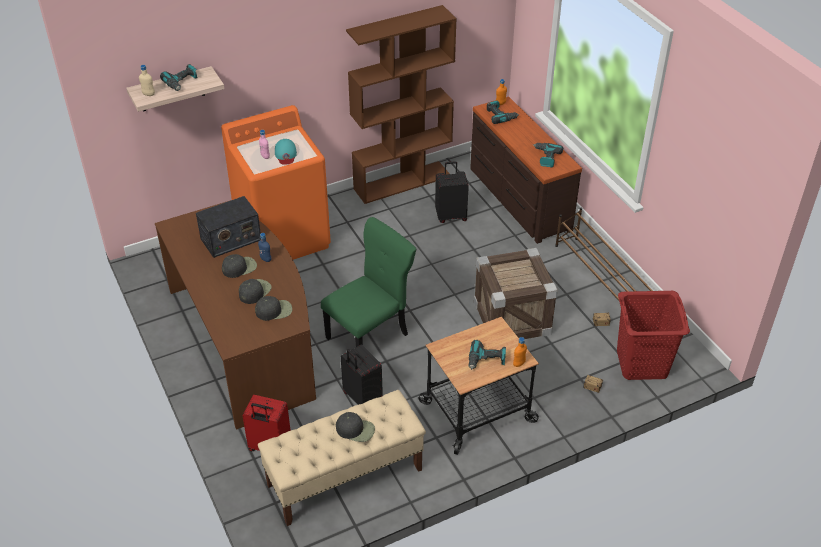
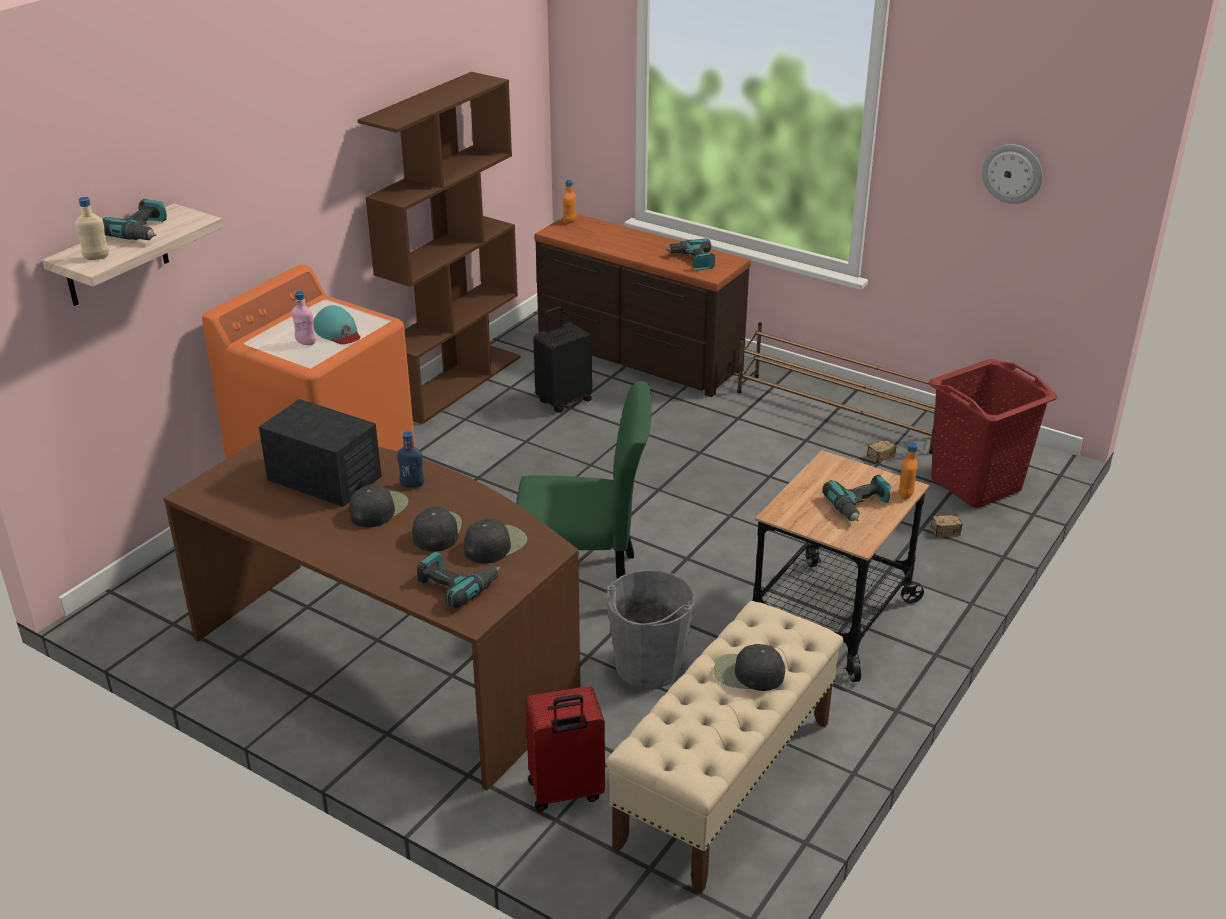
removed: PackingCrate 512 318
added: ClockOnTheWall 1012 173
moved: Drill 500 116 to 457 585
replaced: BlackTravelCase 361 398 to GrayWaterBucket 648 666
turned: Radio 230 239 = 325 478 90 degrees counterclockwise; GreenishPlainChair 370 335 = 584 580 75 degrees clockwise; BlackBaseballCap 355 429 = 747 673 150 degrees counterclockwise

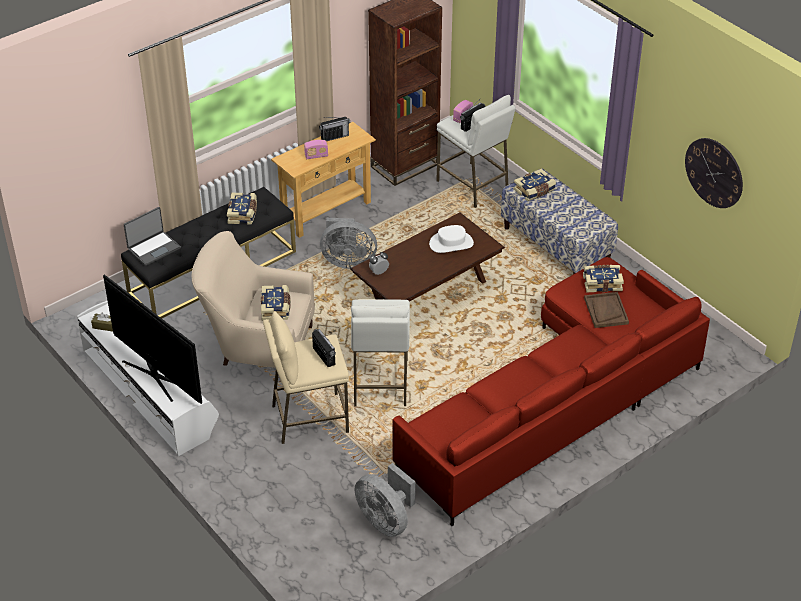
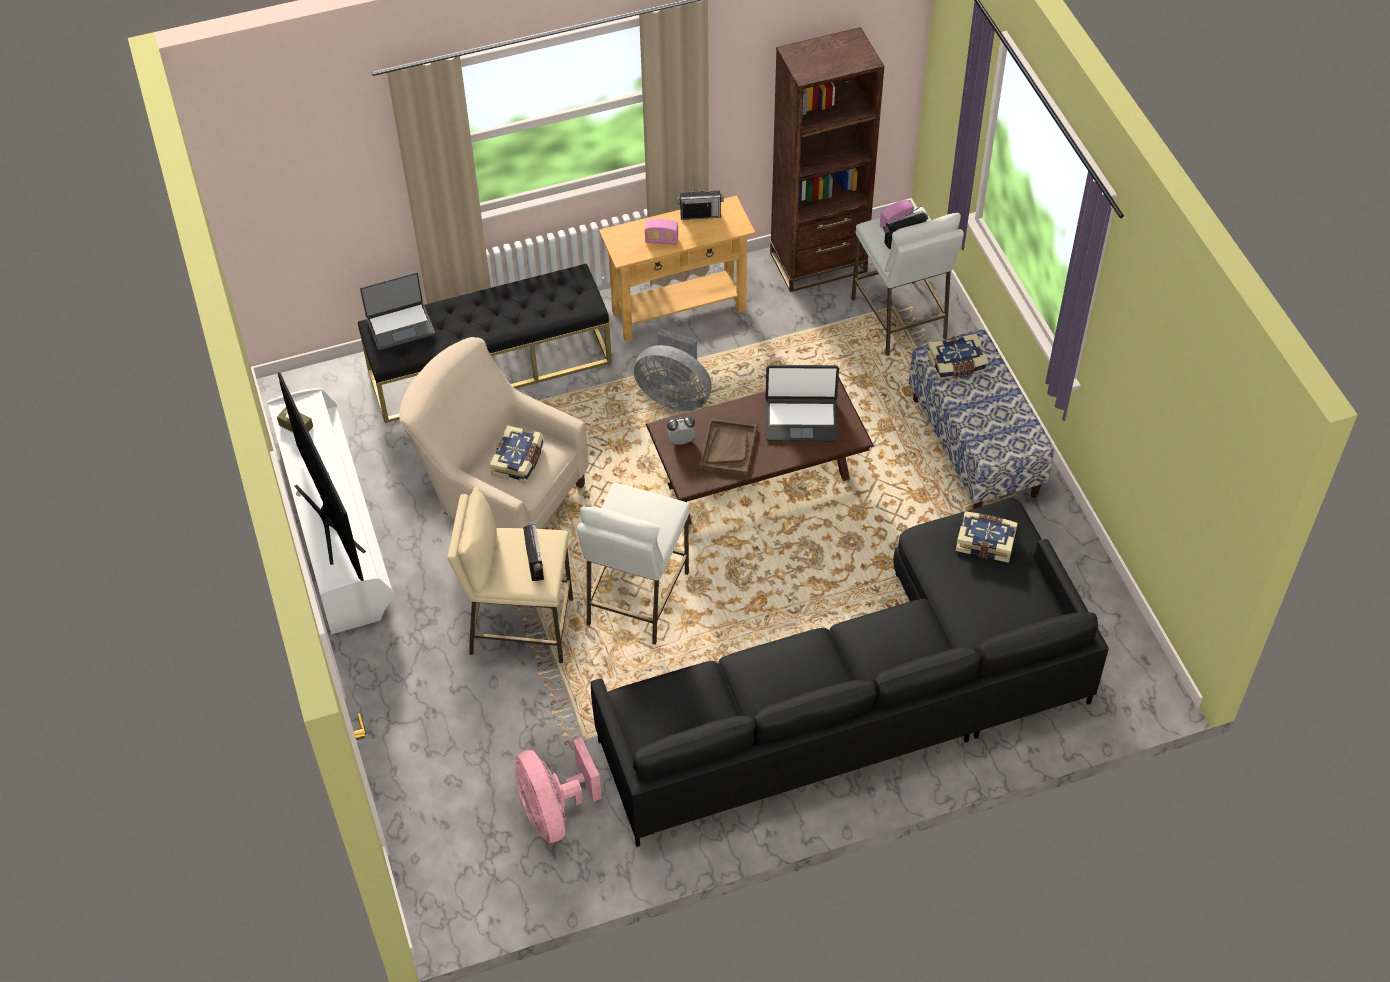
removed: Volume 243 213; ClockOnTheWall 714 172
moved: BrownColouredTray 606 311 to 728 448
replaced: WhiteWearableHat 451 243 to Laptop 801 420
recoloured: GrayElectricFan 386 520 to PinkishElectricFan 554 811; RedColouredCouch 557 402 to BlackCouch 864 698

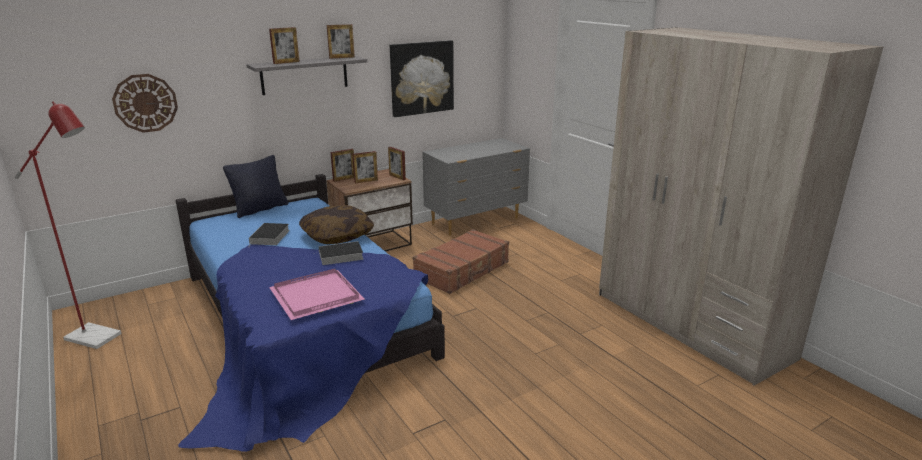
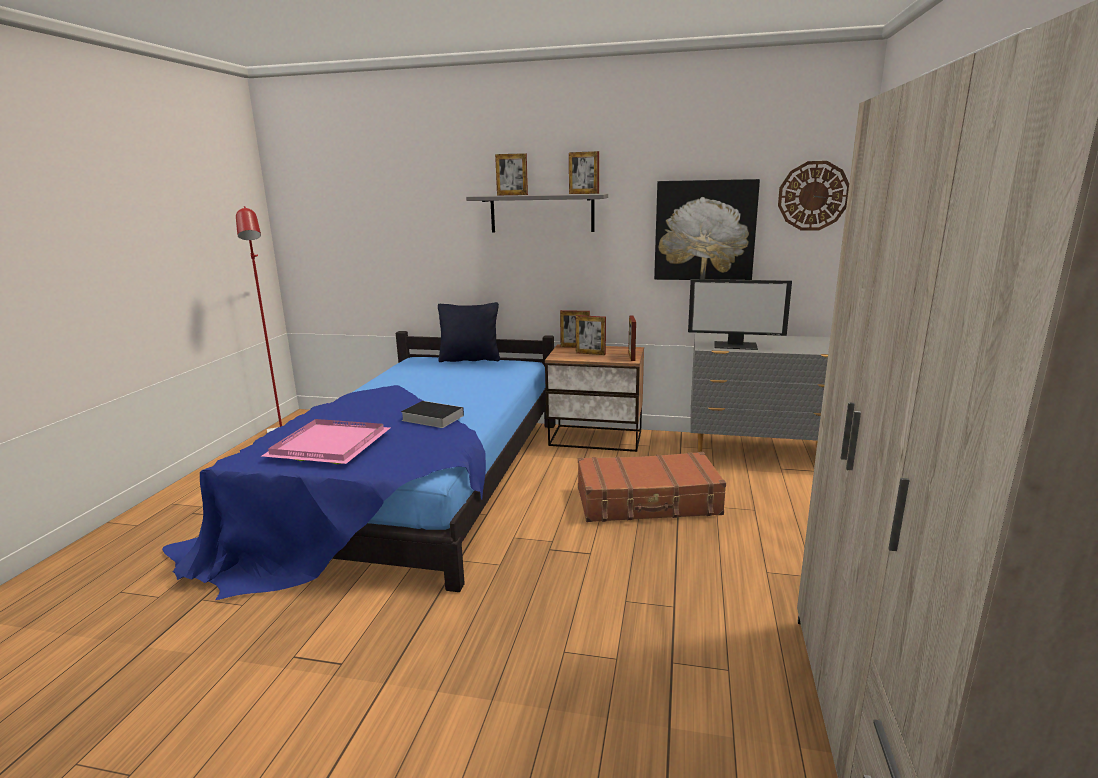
removed: Volume 270 237; Cushion 337 235
added: Monitor 736 345
moved: ClockOnTheWall 145 103 to 813 196

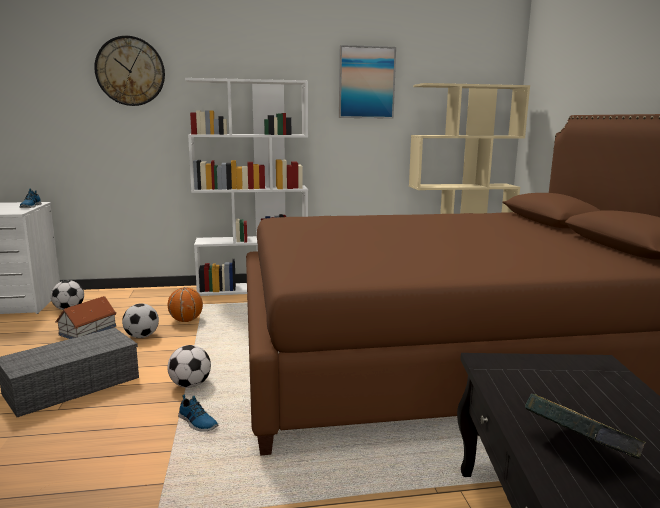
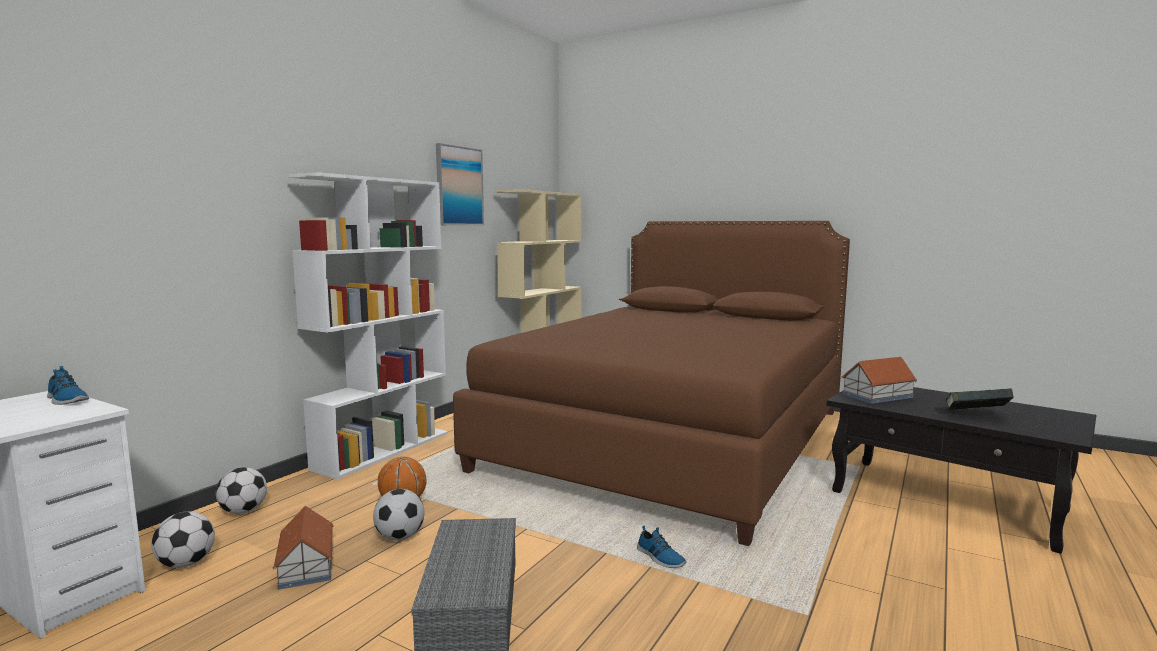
removed: ClockOnTheWall 130 71
added: ToyHouse 878 396
moved: Football 190 385 to 243 511
turned: ItemOfFootwear 197 422 = 660 558 60 degrees clockwise

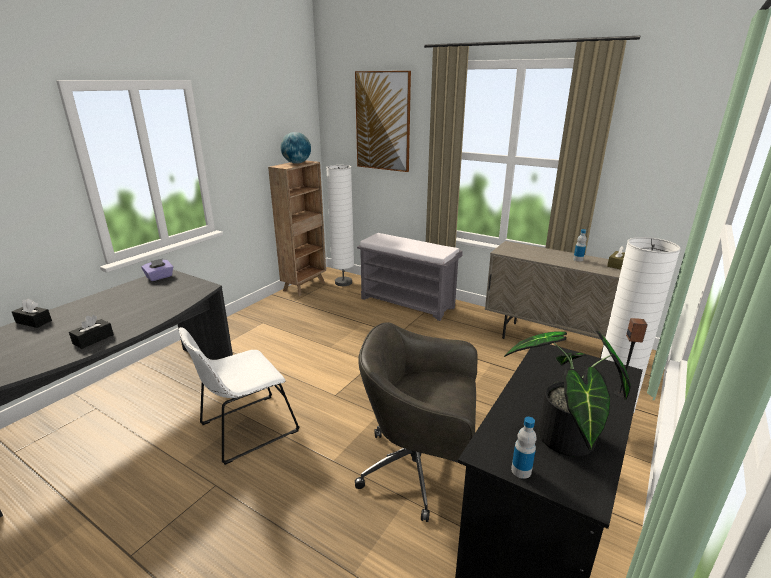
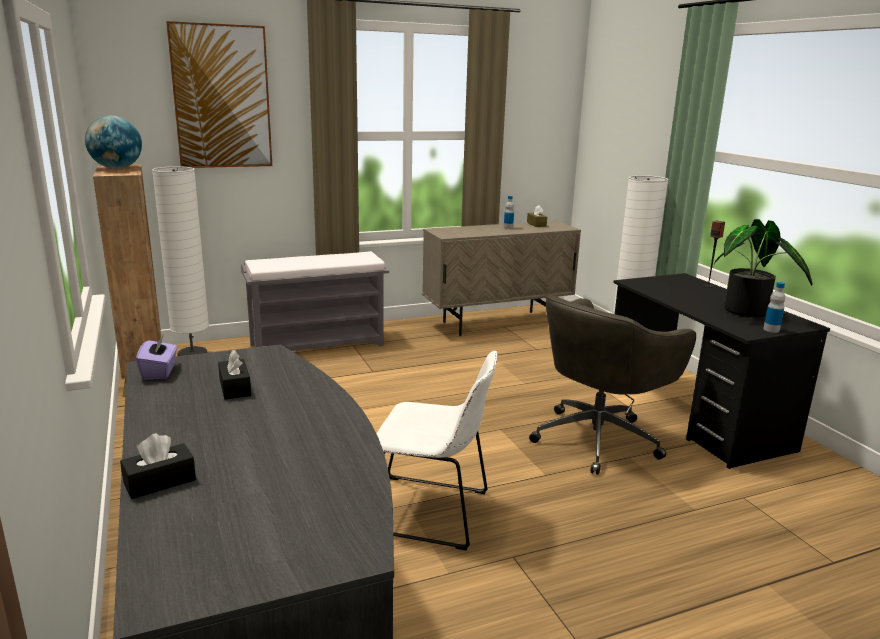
moved: BlackTissueHolder 93 339 to 235 388
turned: WhitePlainChair 245 429 = 431 512 75 degrees counterclockwise

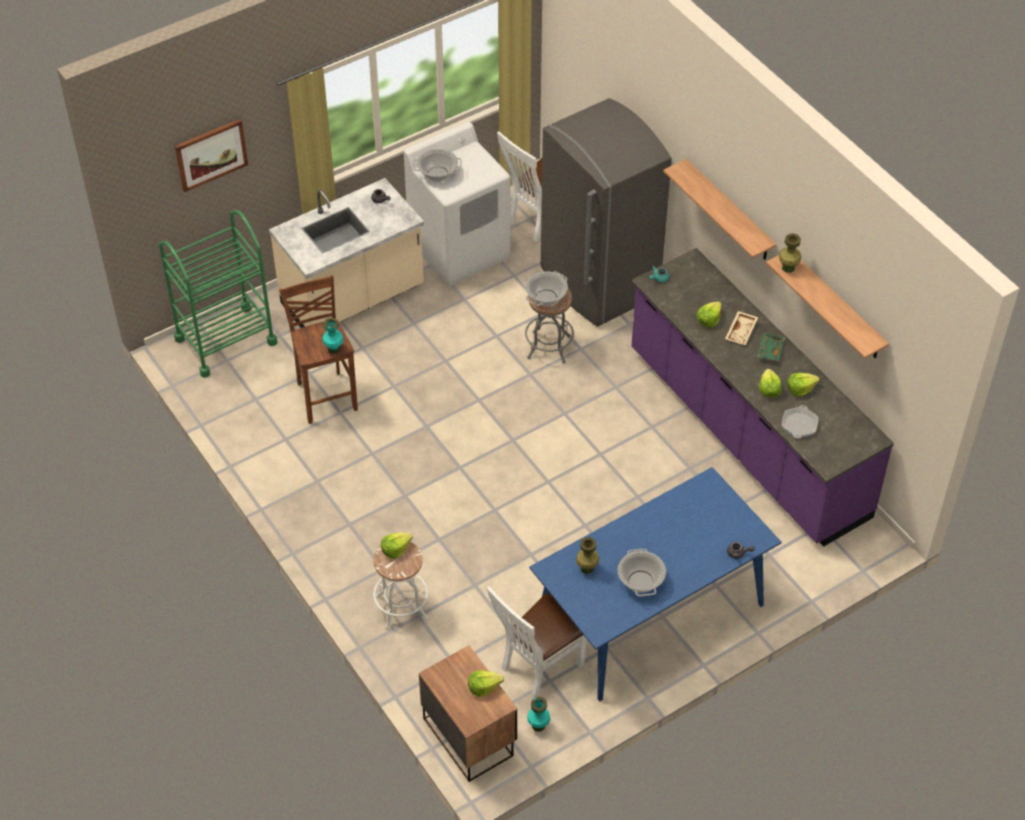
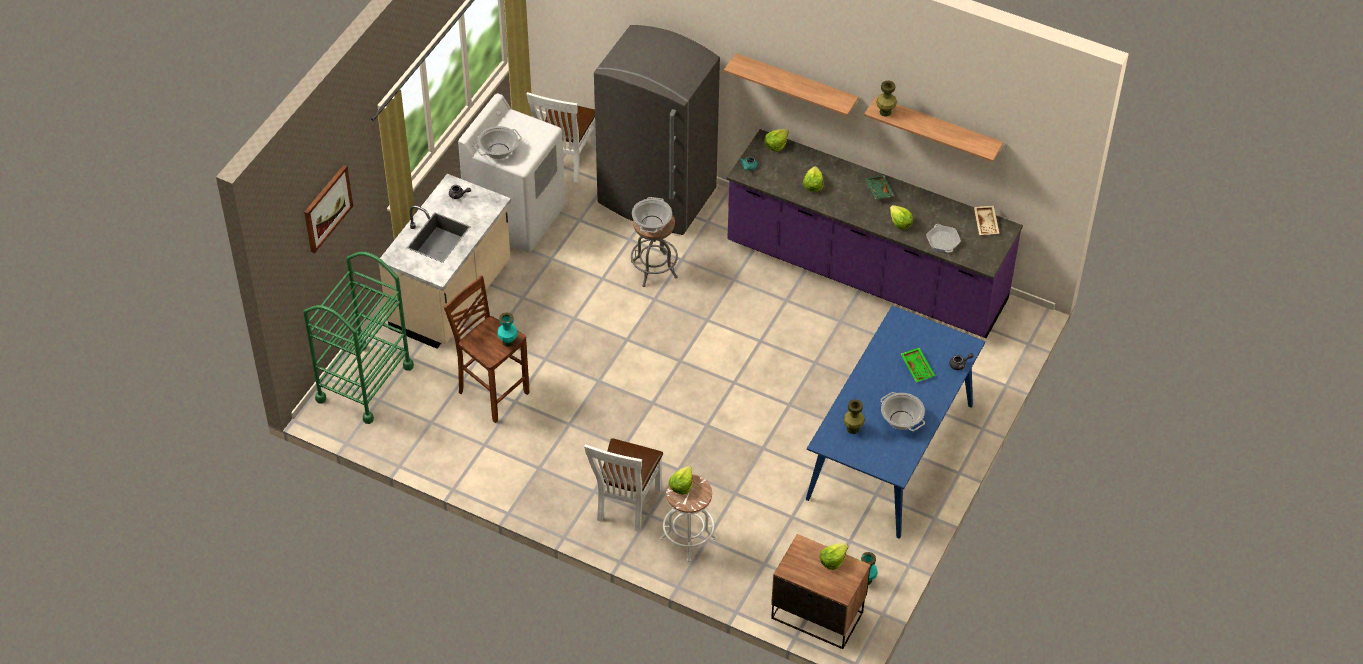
added: GreenishTray 917 368
moved: WhitePlainChair 537 667 to 626 506; BeigeTray 741 332 to 986 223; HeadOfLettuce 800 389 to 776 144

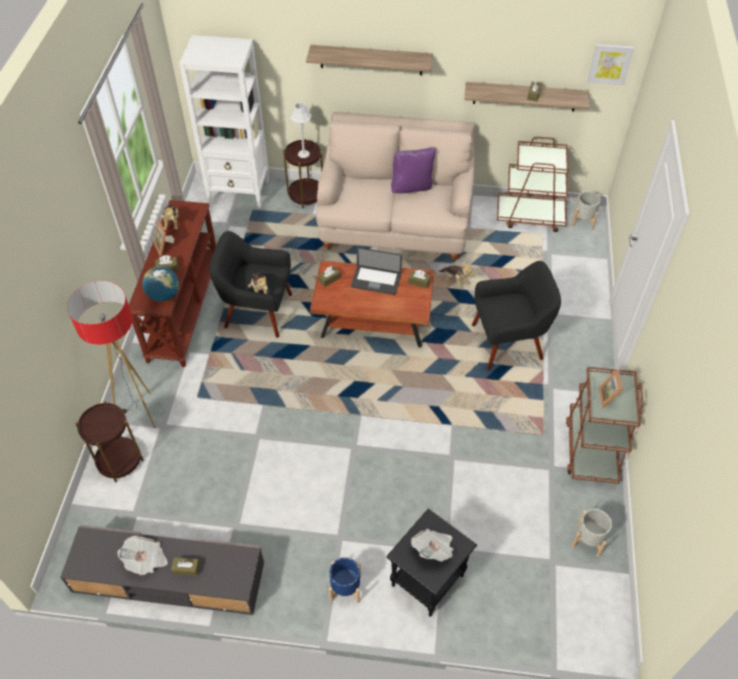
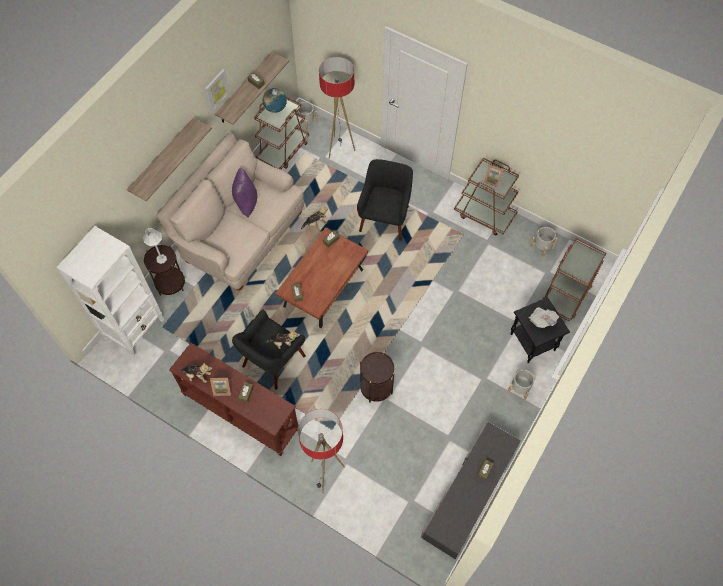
removed: PrintedPaper 146 560; Laptop 376 281
added: FloorLamp 339 148; BrownColouredCart 566 295
moved: BrownColouredAccentTable 119 461 to 376 387; Globe 164 295 to 275 108; WallArt 610 64 to 216 90
recoloured: BlueFlowerPot 345 588 to GrayFlowerPot 519 389

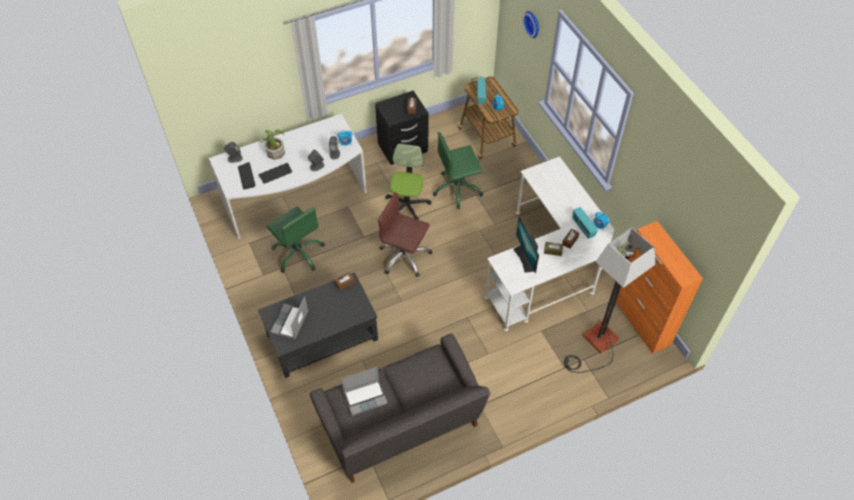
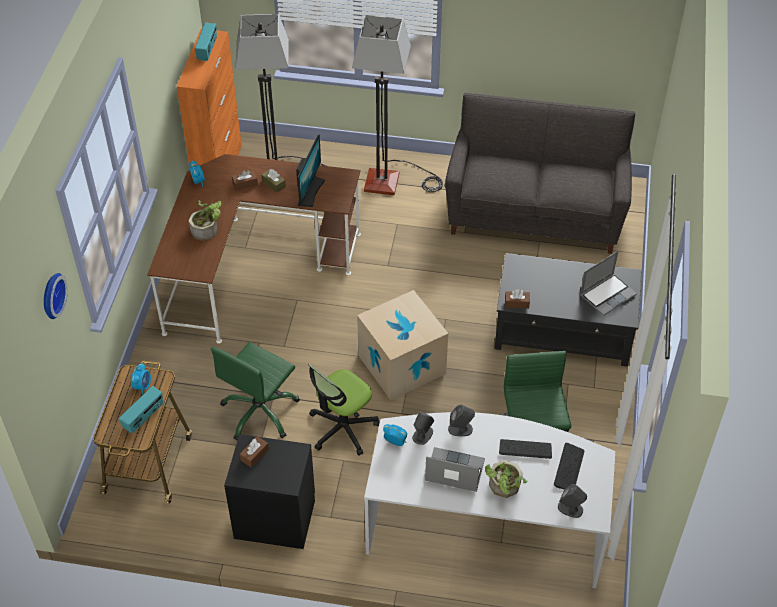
added: Houseplant 207 229; FloorLamp 393 181
moved: Laptop 365 397 to 453 471; Radio 583 228 to 207 50
replaced: BrownColouredComputerChair 404 257 to CardboardBox 402 364
recoloured: WhiteDeskUnit 548 266 to BrownColouredDeskUnit 250 266
turned: GreenishComputerChair 457 189 = 260 412 105 degrees clockwise

